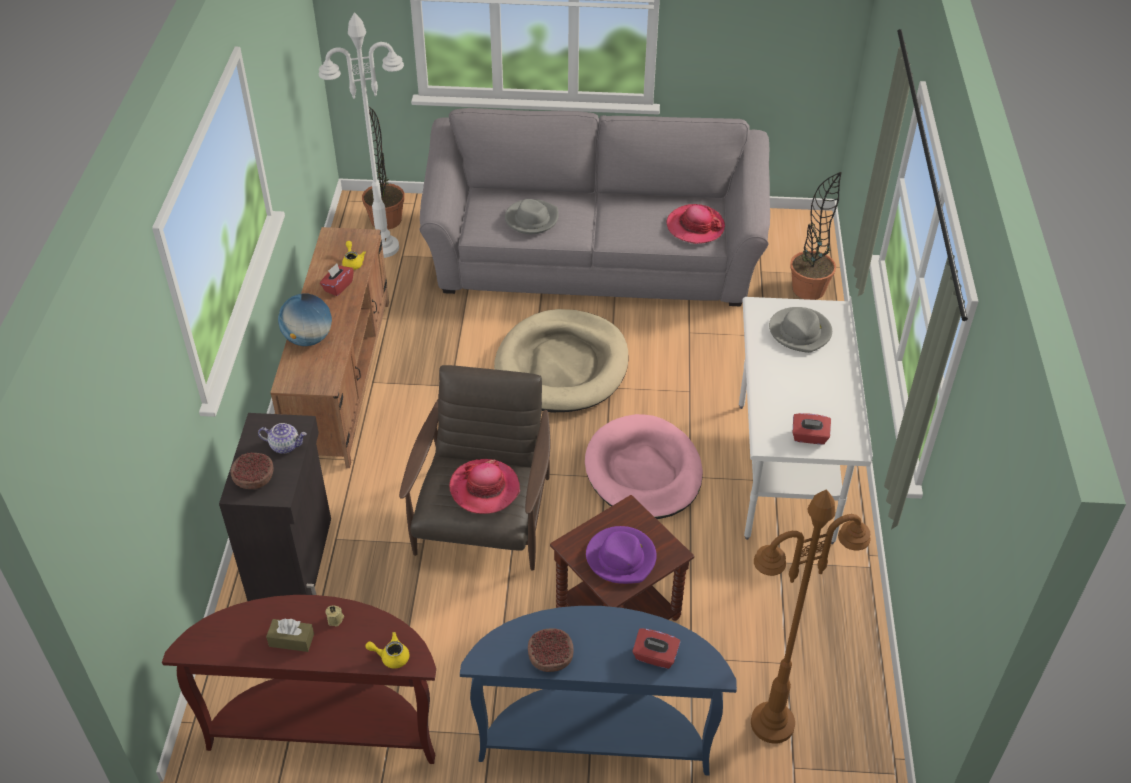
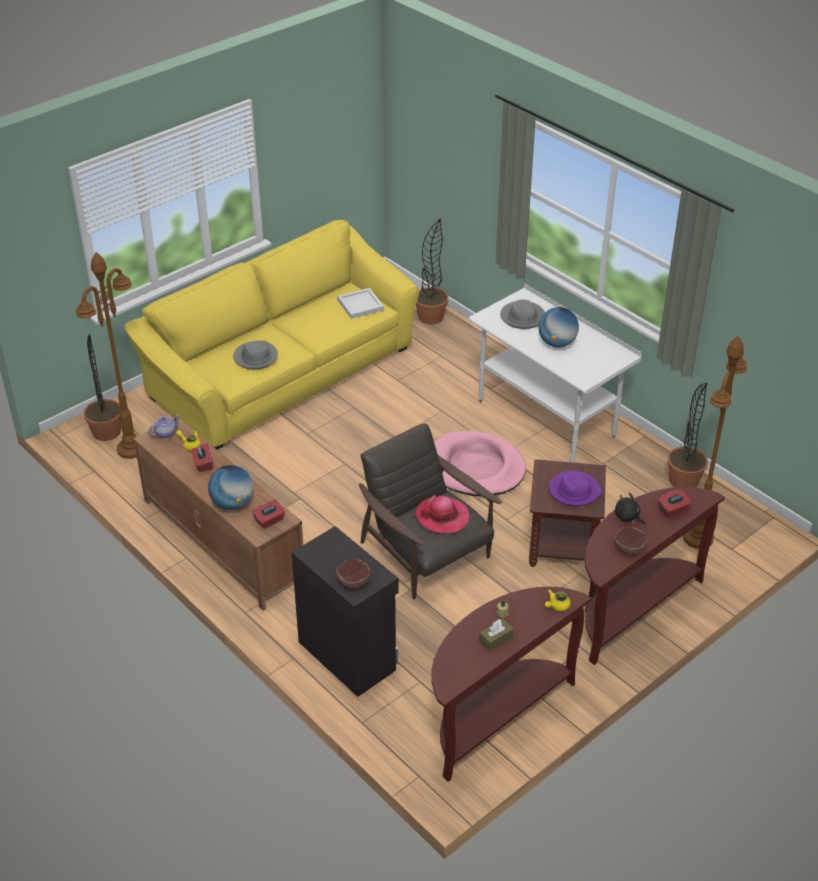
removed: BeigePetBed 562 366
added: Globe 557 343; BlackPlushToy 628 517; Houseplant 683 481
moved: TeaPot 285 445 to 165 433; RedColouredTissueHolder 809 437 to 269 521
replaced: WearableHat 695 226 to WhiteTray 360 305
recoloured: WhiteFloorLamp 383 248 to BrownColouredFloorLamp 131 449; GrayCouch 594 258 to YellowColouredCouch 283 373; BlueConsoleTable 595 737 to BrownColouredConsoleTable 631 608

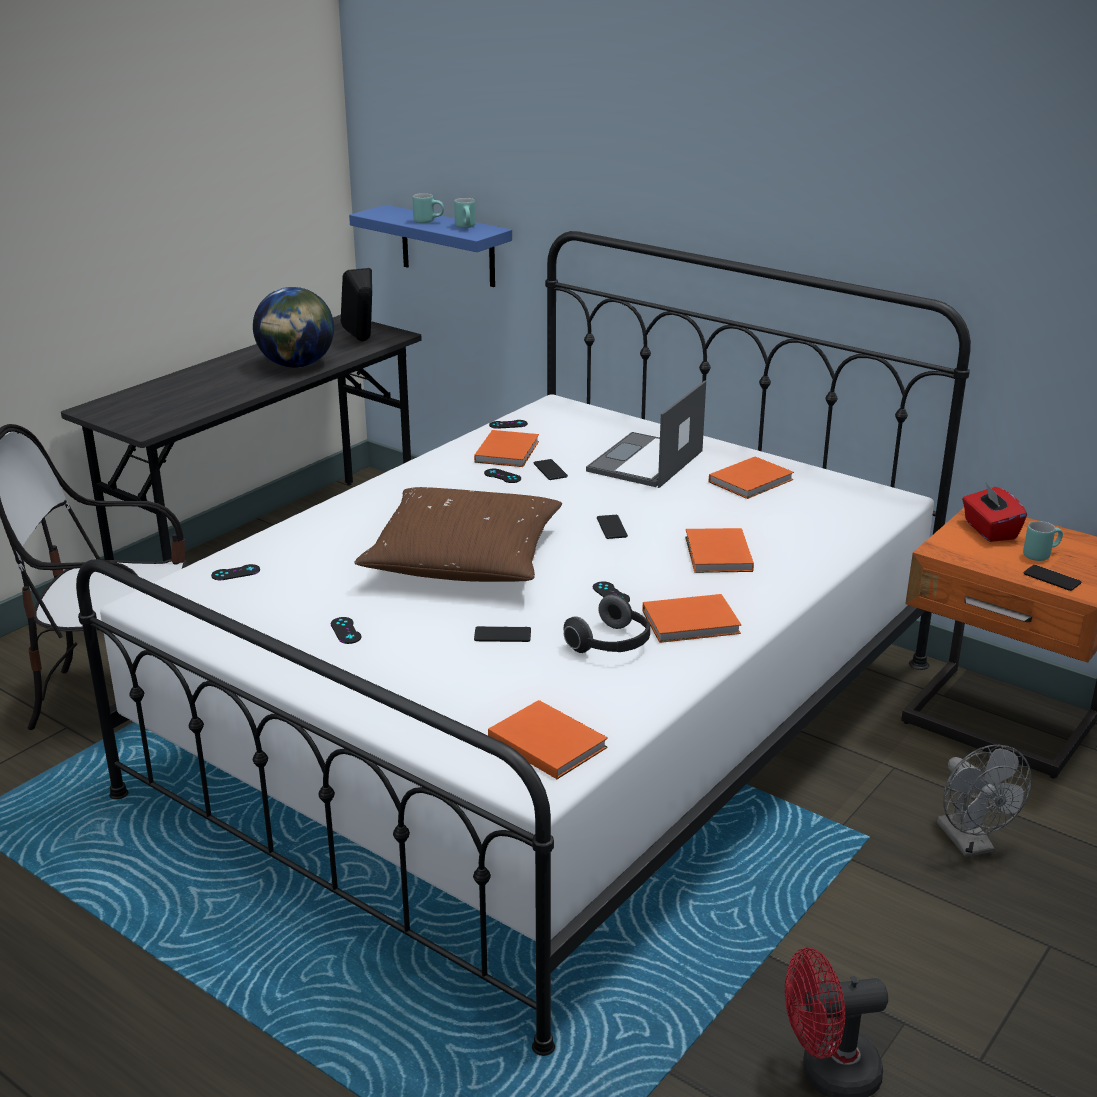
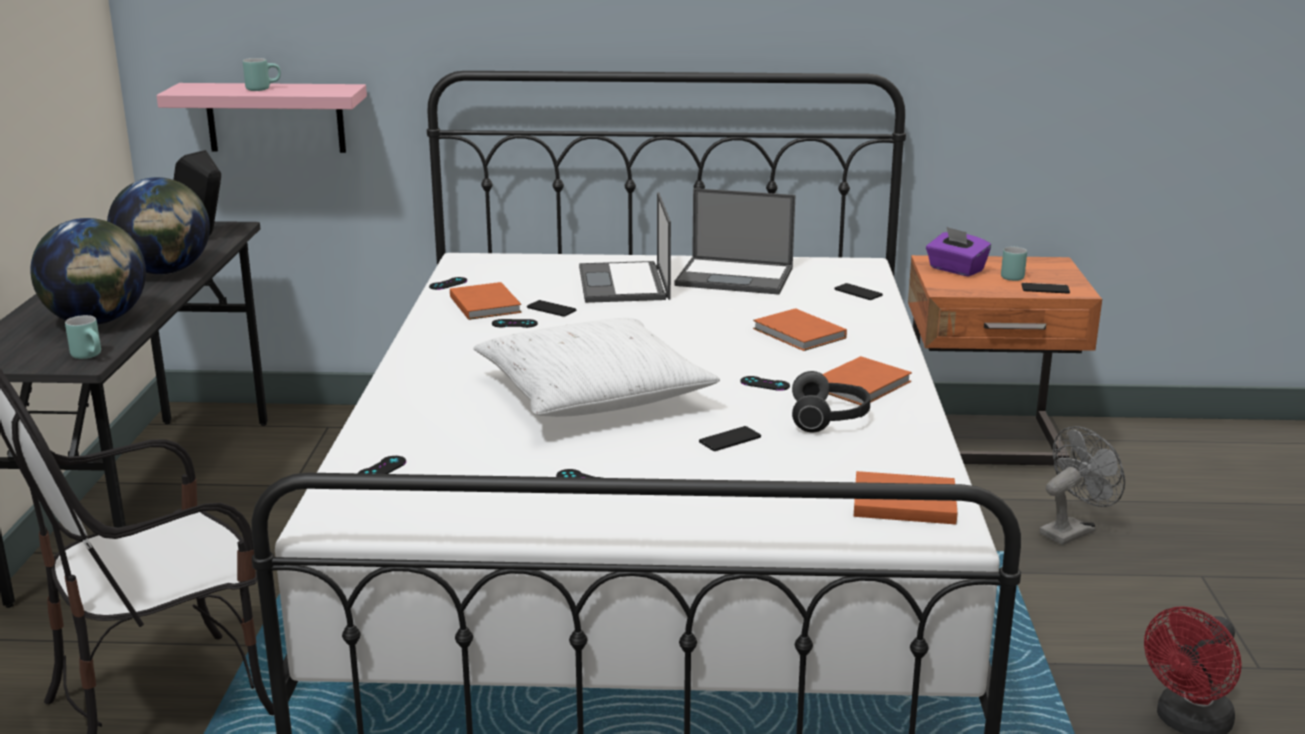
added: Globe 97 321
moved: TurquoiseTeaMug 467 227 to 91 356; Handset 611 527 to 858 292
replaced: OrangeVolume 753 481 to Laptop 736 277
recoloured: BlueShelf 448 246 to PinkishShelf 275 117; BrownColouredCushion 464 558 to WhiteCushion 593 394; RedColouredTissueHolder 989 530 to PurplishTissueHolder 956 269
turned: GrayElectricFan 971 844 = 1072 530 75 degrees counterclockwise

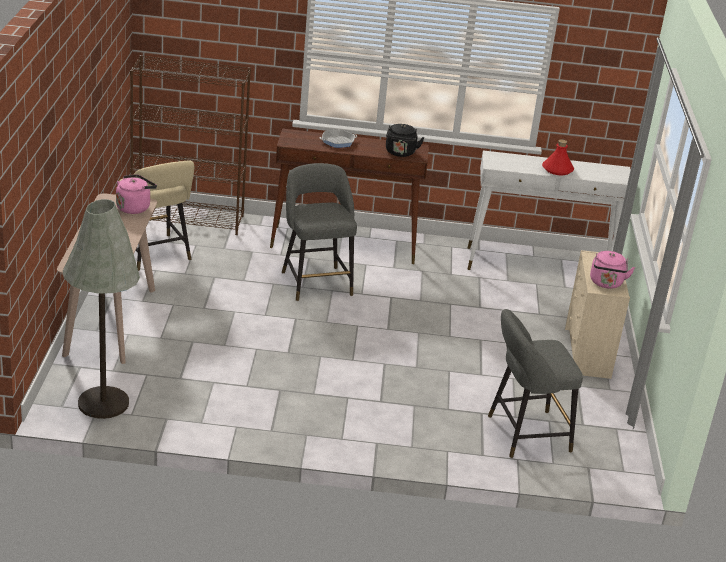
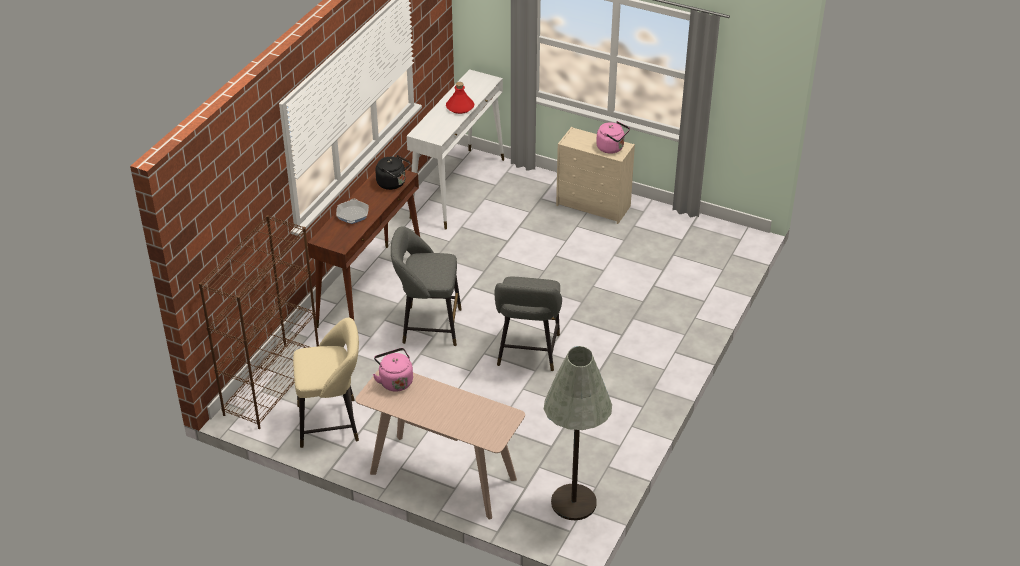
moved: GrayStoolSeat 524 434 to 528 353

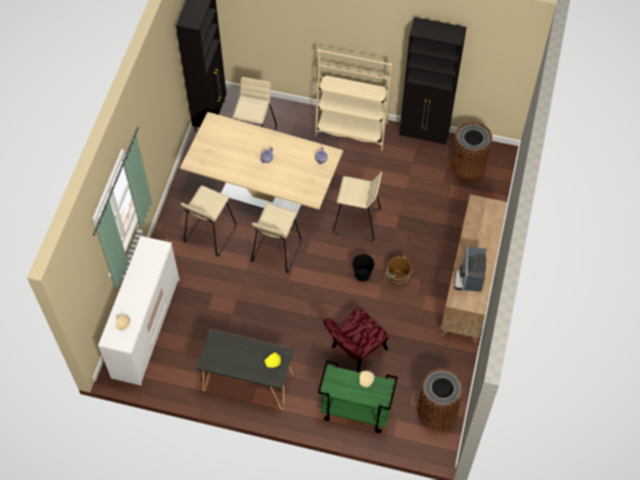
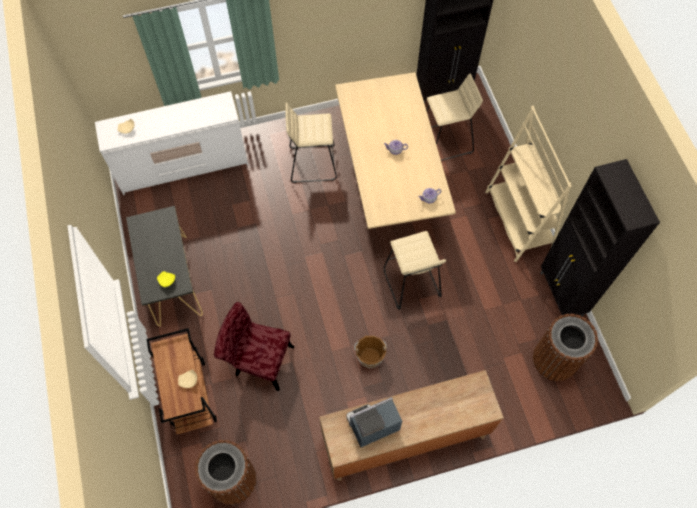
removed: BeigeStoolSeat 276 251; BlackWaterBucket 362 274
recoloured: GreenishCart 355 411 to BrownColouredCart 190 395

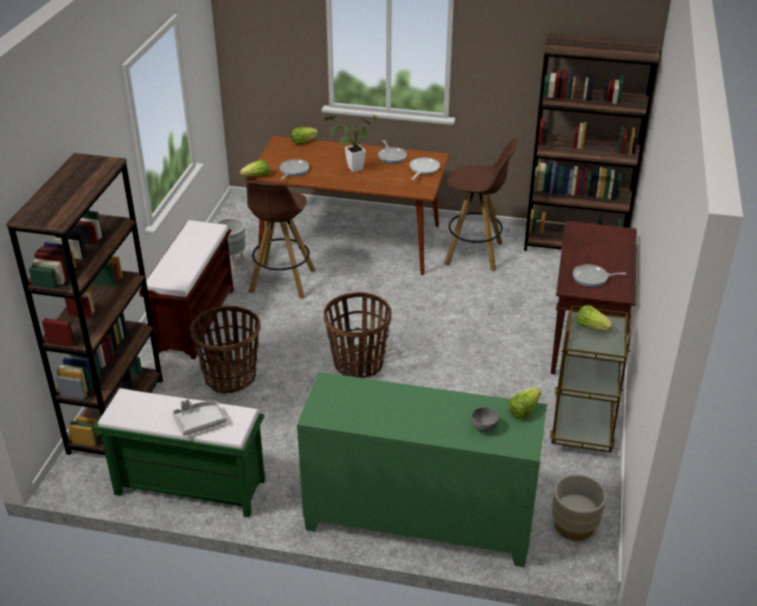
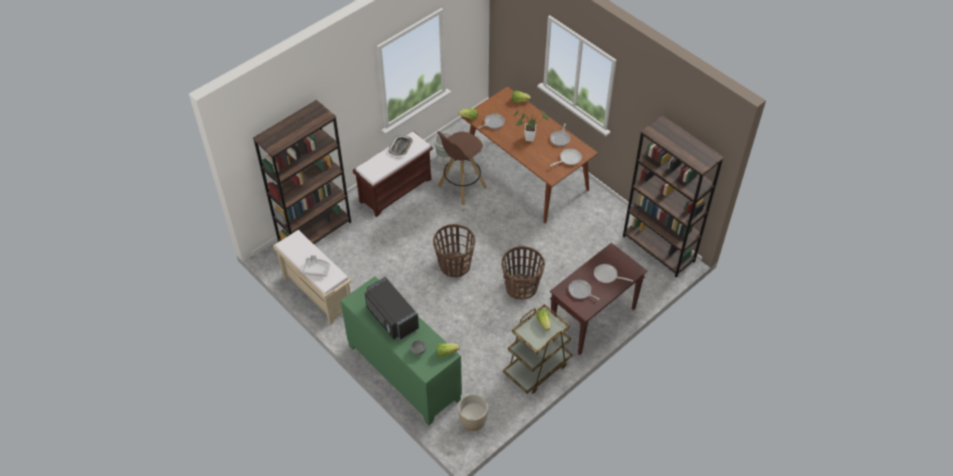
removed: BrownColouredStoolSeat 475 254
added: BlackMicrowaveOven 391 318; Tray 401 147; Skillet 607 276
moved: Basket 230 377 to 521 287
recoloured: GreenishBench 188 487 to BeigeBench 317 293

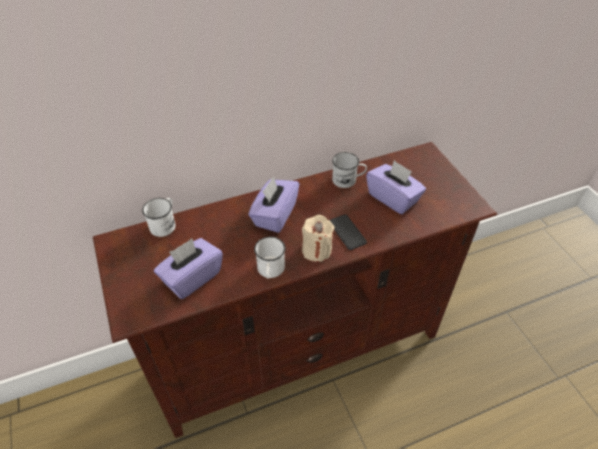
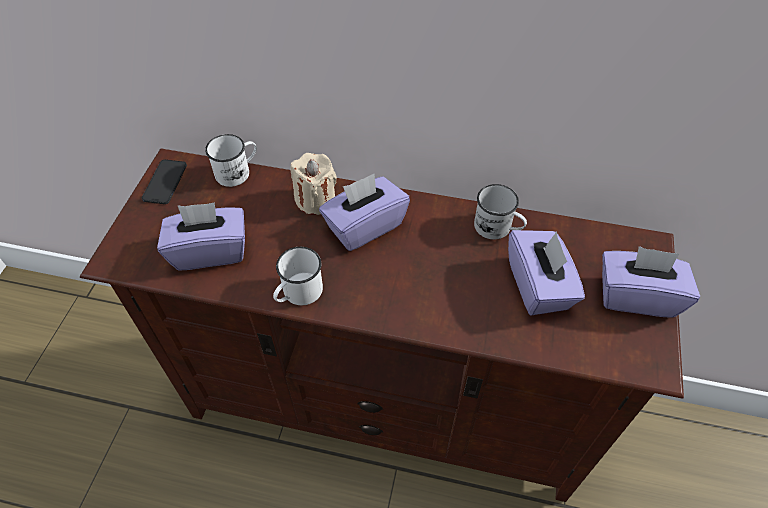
added: PurplishTissueHolder 636 296
moved: BeigeWaxCandle 317 250 to 315 200; Handset 347 232 to 165 182

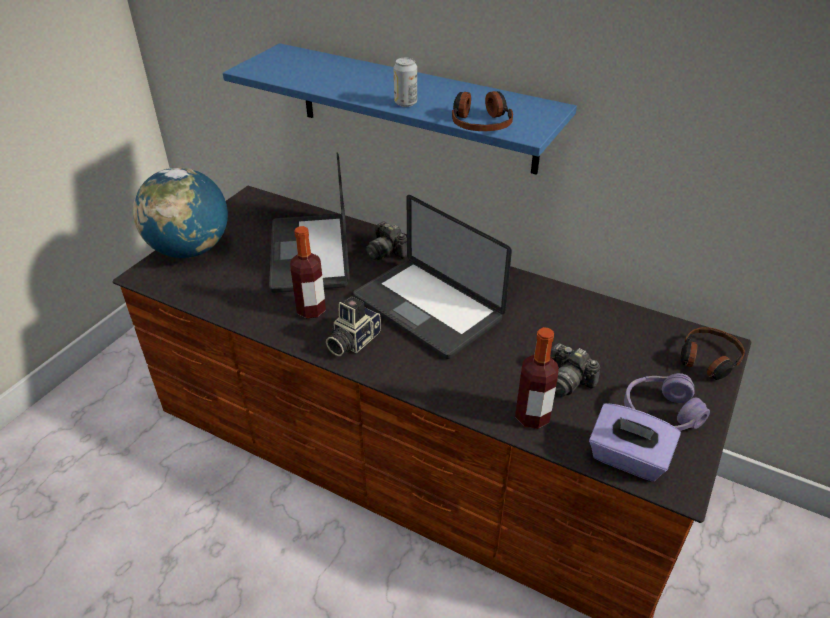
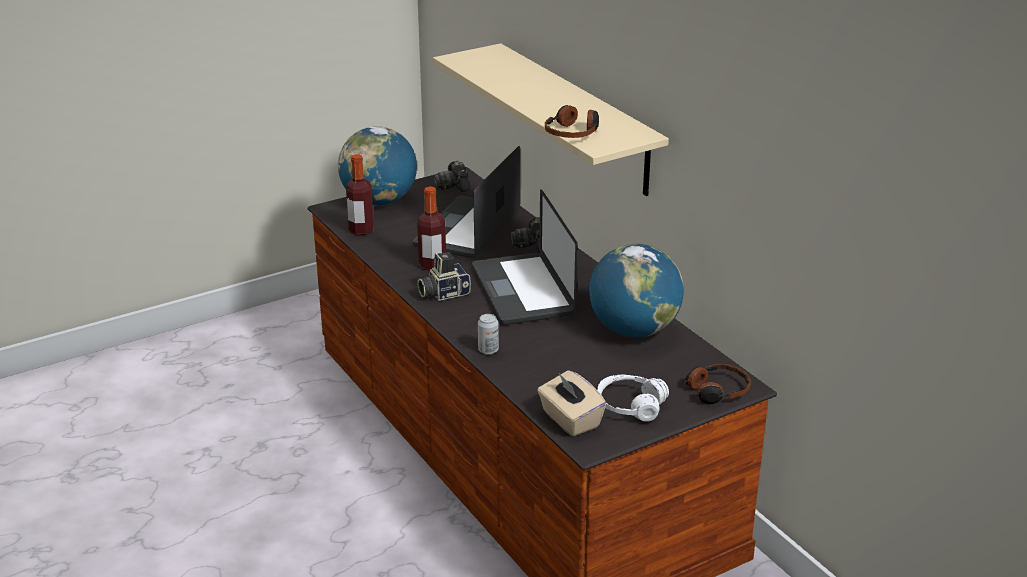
added: Globe 633 330
moved: MetalCan 405 103 to 488 350; DrinkBottle 532 416 to 361 230; StillCamera 567 380 to 453 186
recoloured: BlueShelf 415 108 to BeigeShelf 577 118; PurplishTissueHolder 627 458 to BeigeTissueHolder 570 420; PurplishHeadphones 660 413 to WhiteHeadphones 630 406

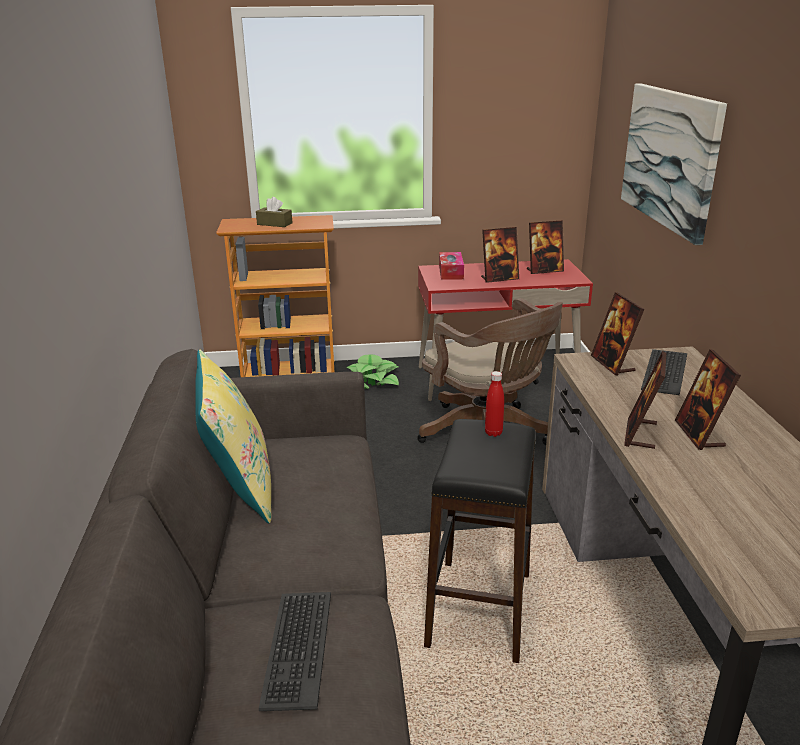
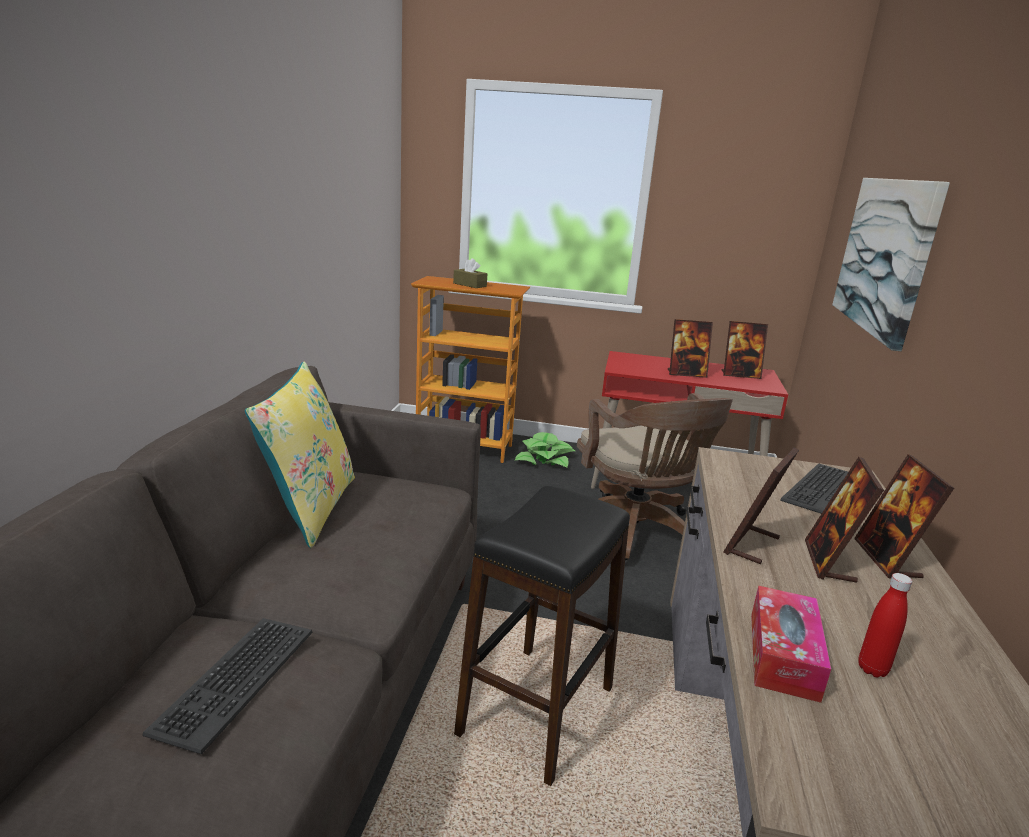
moved: TissueHolder 451 272 to 783 655; RedColouredDrinkBottle 493 433 to 872 669; PhotoFrame 612 364 to 887 559

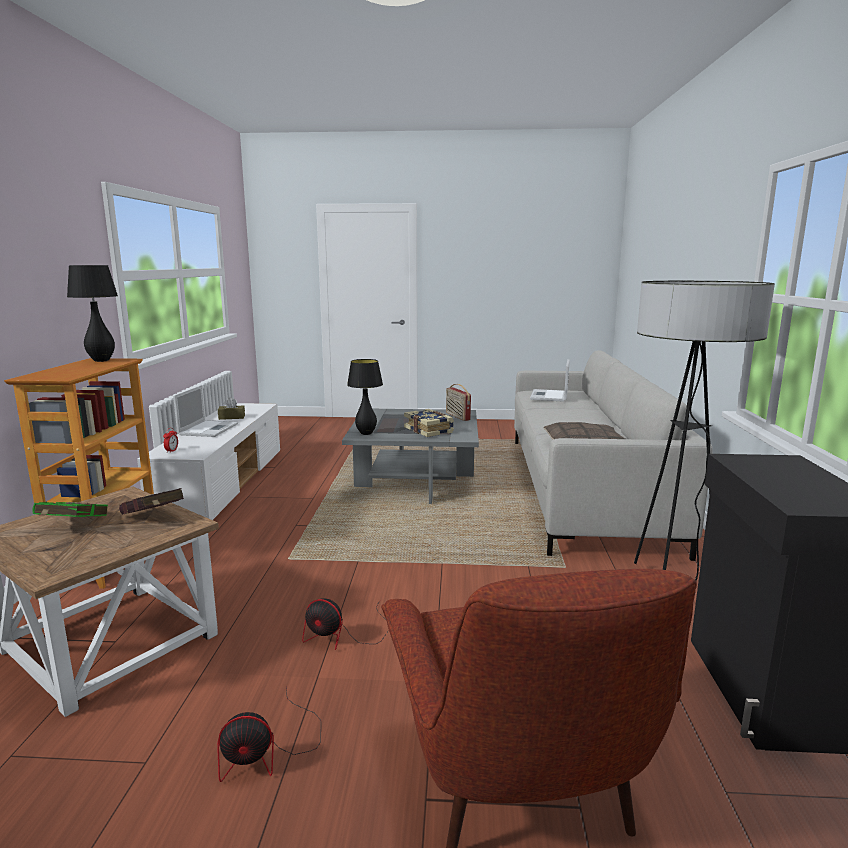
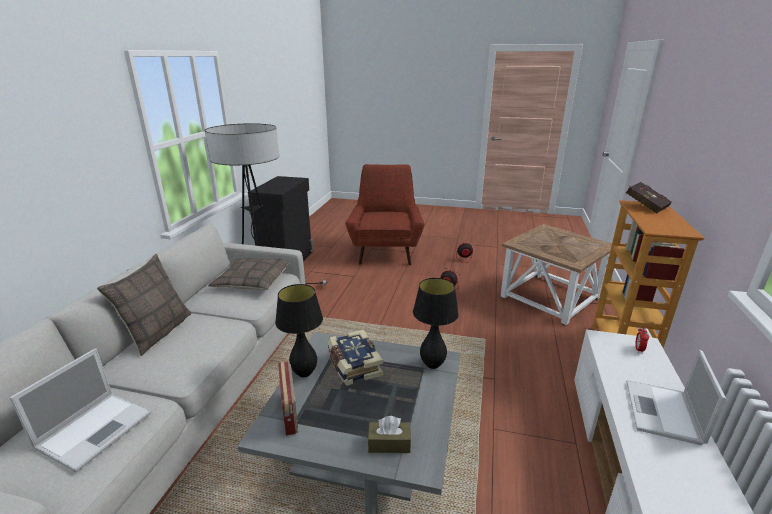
removed: GreenishVolume 71 526
added: Cushion 157 332
moved: BlackTabletopLamp 101 360 to 304 373; RedColouredVolume 153 518 to 644 206; BrownColouredTissueHolder 232 417 to 389 444

